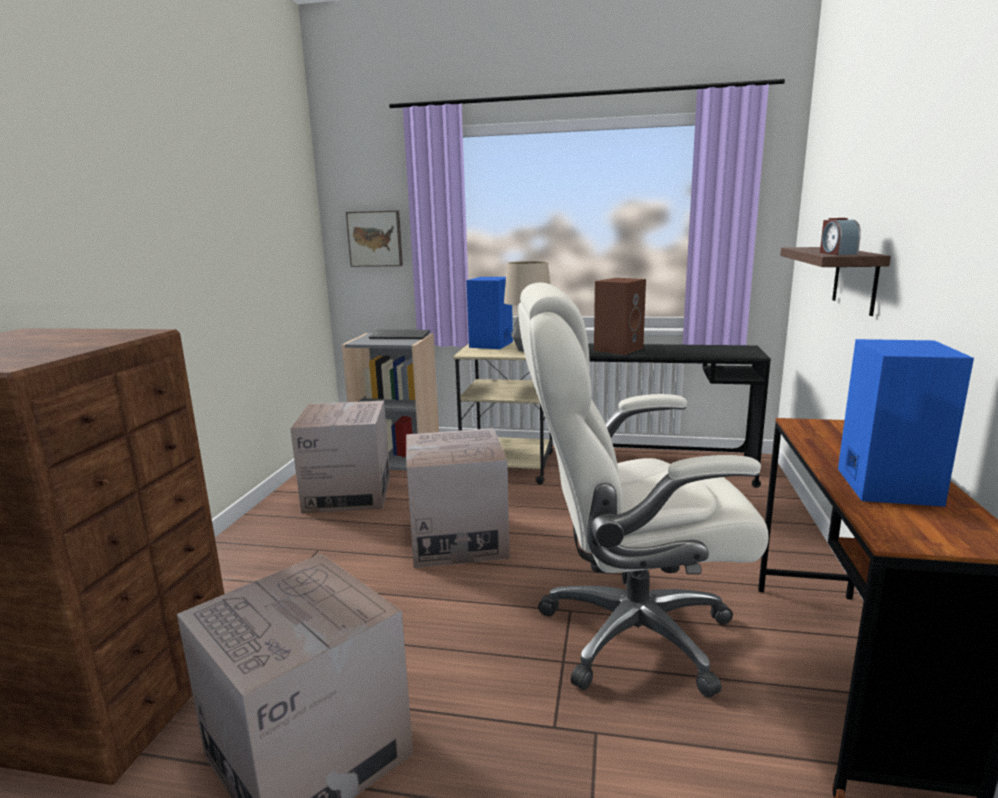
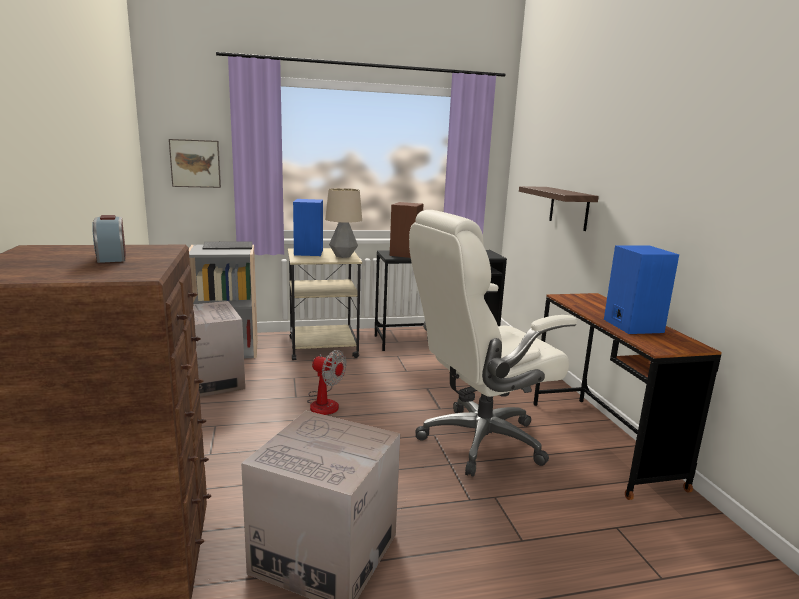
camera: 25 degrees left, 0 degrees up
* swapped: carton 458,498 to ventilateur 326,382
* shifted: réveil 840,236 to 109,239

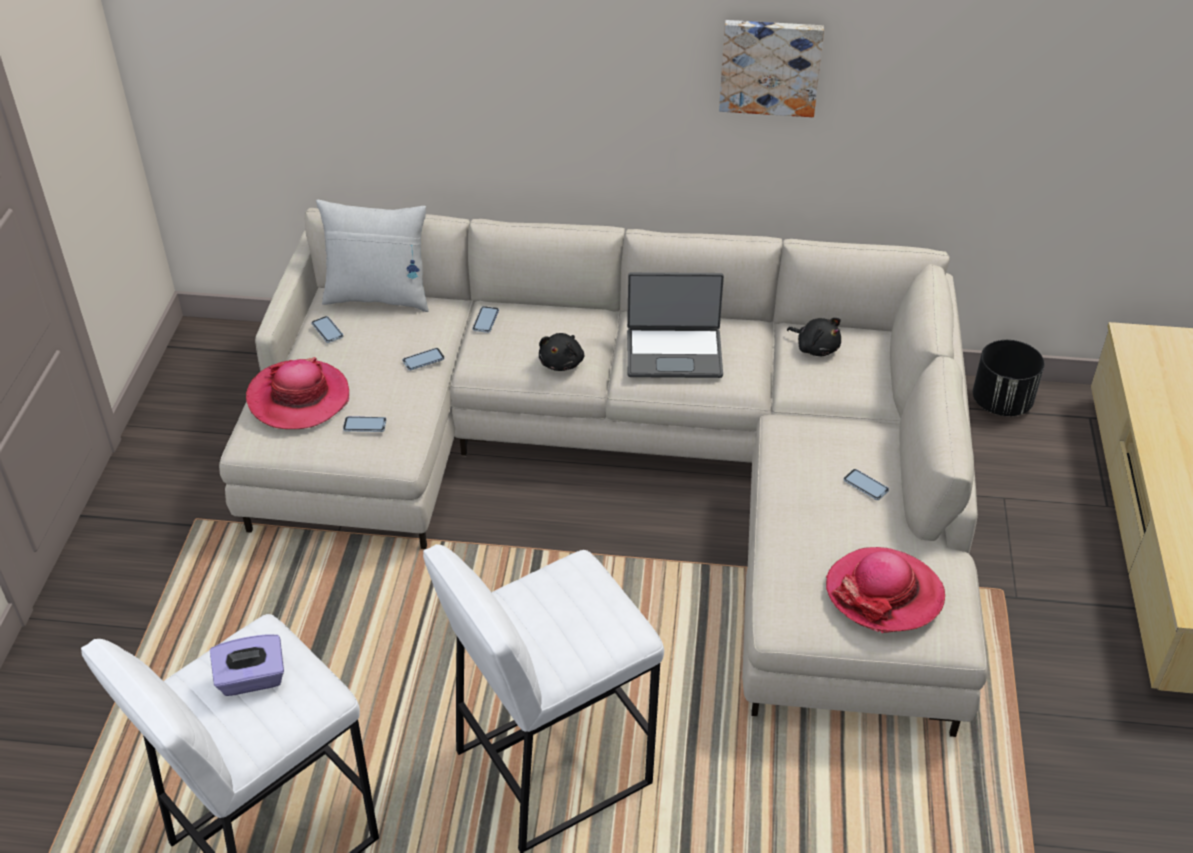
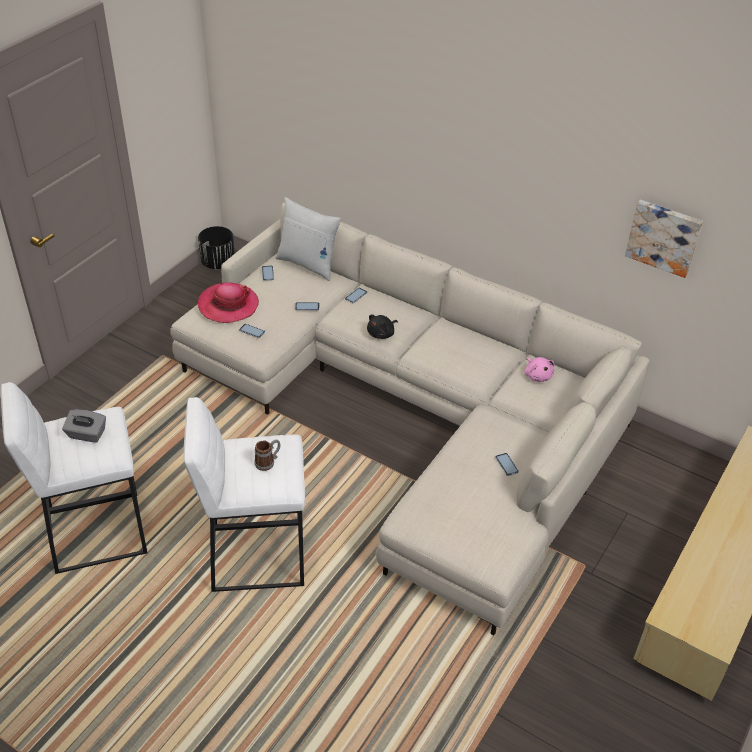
camera: 25 degrees right, 0 degrees up
* repainted: boîte à mouchoirs [violet] 247,665 to boîte à mouchoirs [gris] 84,426
* gone: ordinateur portable 675,325
* shifted: tableau 771,68 to 664,239
* repainted: peluche [noir] 814,337 to peluche [rose] 539,369
* gone: chapeau 885,590
* shifted: cache-pot [noir] 1008,378 to 216,247
* new: mug 267,455

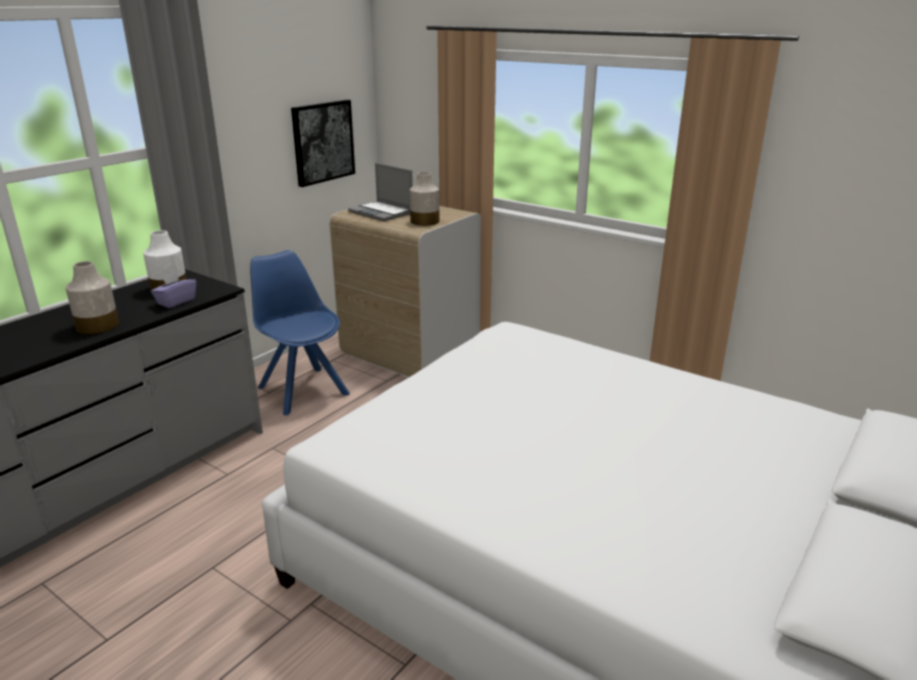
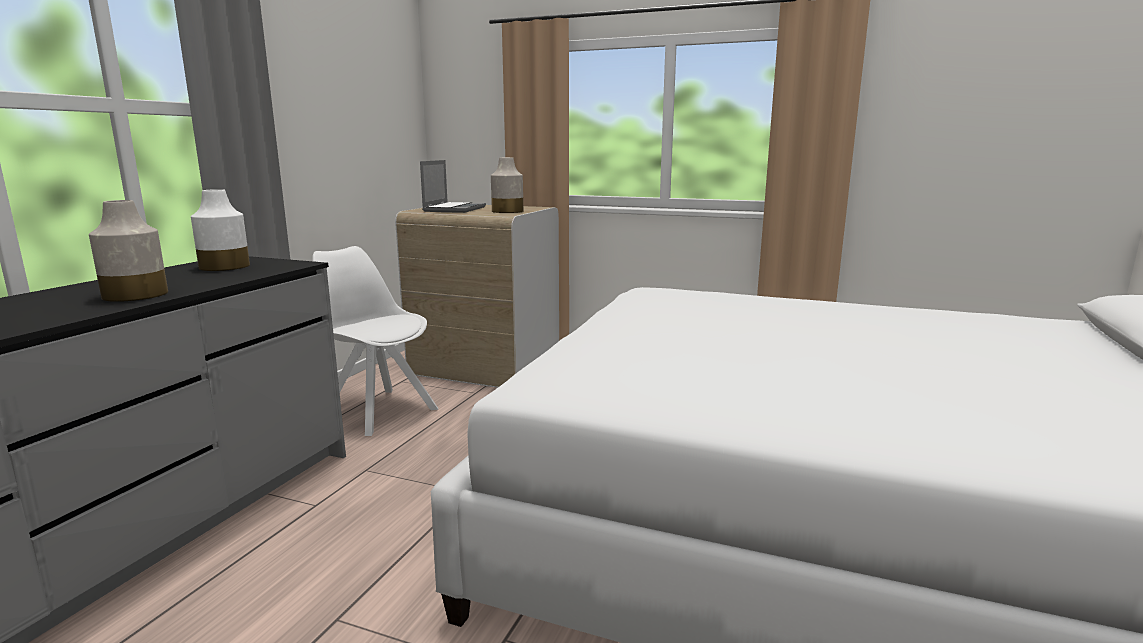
camera: 15 degrees left, 10 degrees down
* gone: boîte à mouchoirs [violet] 173,289
* repainted: chaise [bleu] 300,333 to chaise [blanc] 375,341
* gone: tableau 323,143
* rotated: ordinateur portable 380,192 = 453,186 105 degrees counterclockwise

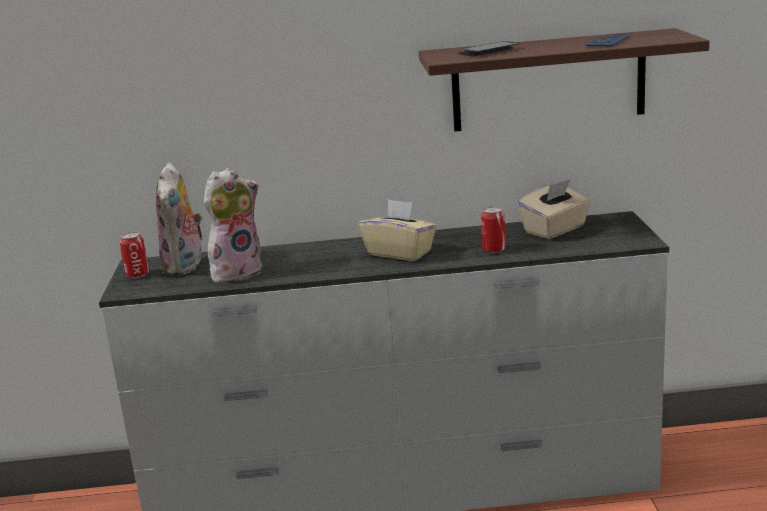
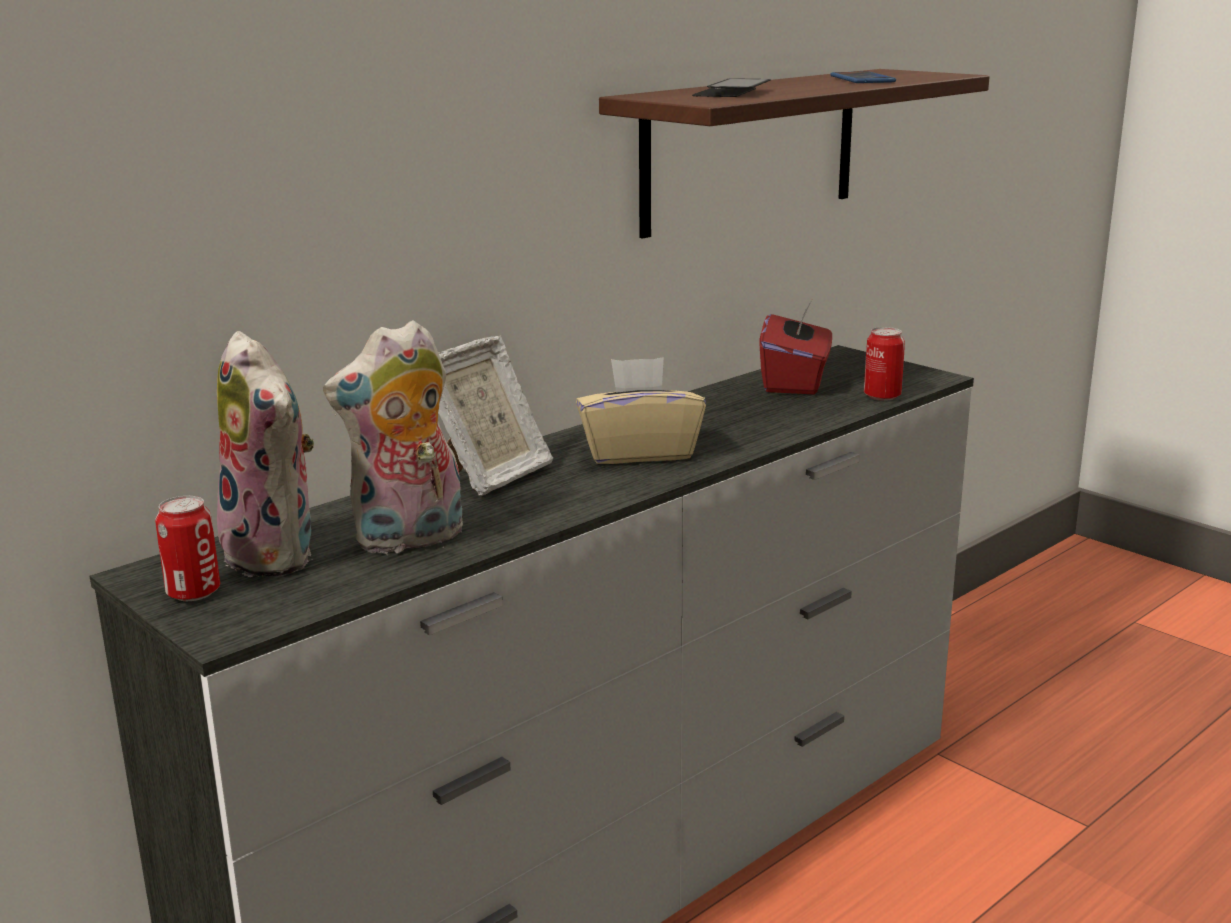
camera: 40 degrees left, 0 degrees up
* rotated: peluche 233,225 = 393,437 135 degrees counterclockwise
* shifted: boîte métallique 493,229 to 884,364
* repainted: boîte à mouchoirs [beige] 554,209 to boîte à mouchoirs [rouge] 796,347
* new: cadre photo 495,415

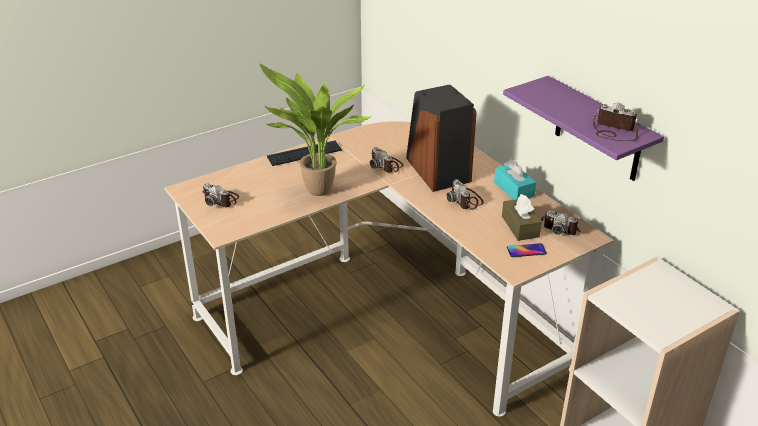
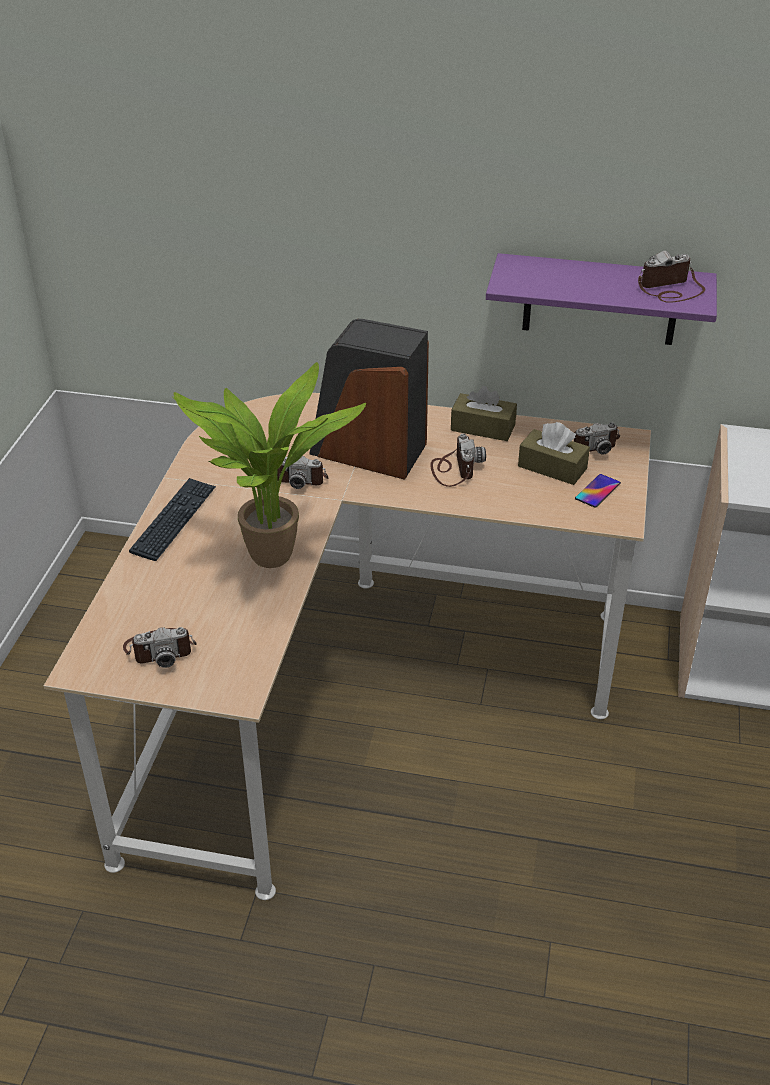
camera: 45 degrees left, 5 degrees up
* rotated: appareil photo 465,194 = 458,460 120 degrees counterclockwise
* repainted: boîte à mouchoirs [turquoise] 515,180 to boîte à mouchoirs [marron] 484,413

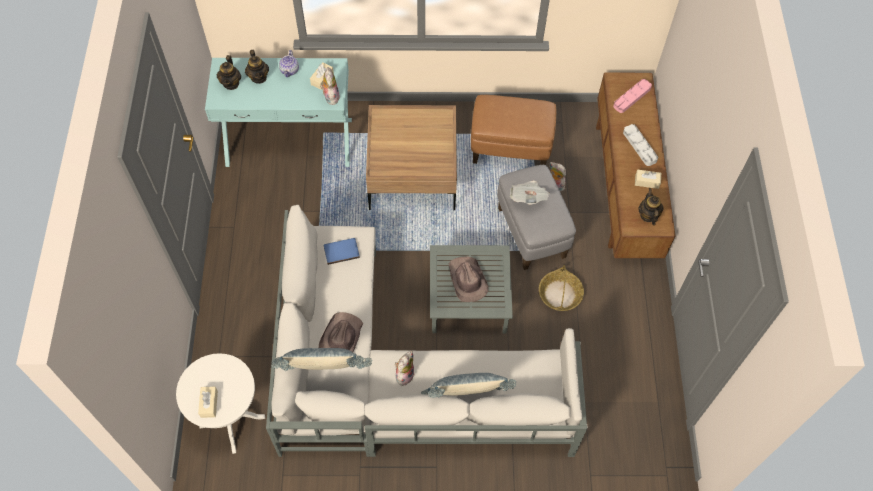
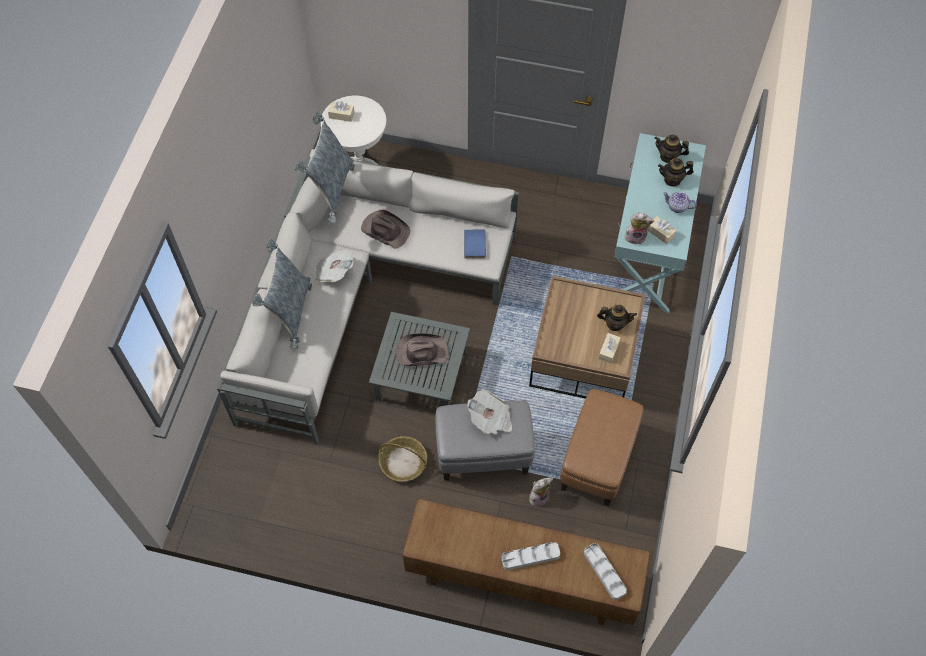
camera: 105 degrees right, 0 degrees up
* swapped: peluche 404,368 to journal 334,265
* repainted: plateau [rose] 632,96 to plateau [gris] 605,571
* shifted: boîte à mouchoirs [beige] 648,179 to 609,348
* shifted: théière 651,207 to 617,317

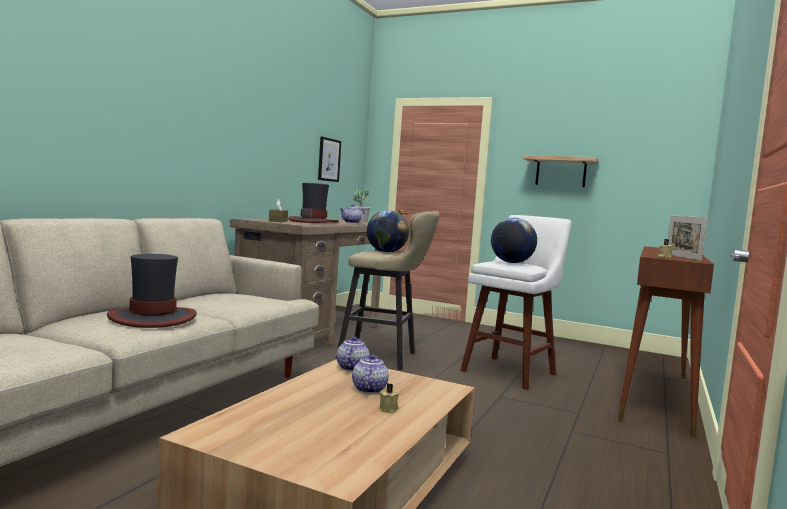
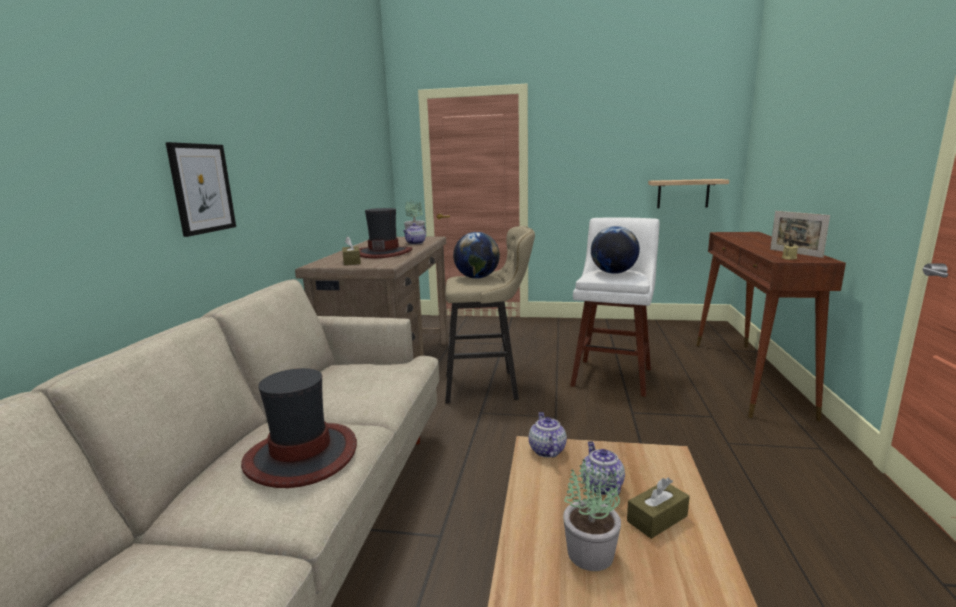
camera: 15 degrees left, 10 degrees up
* shifted: tableau 329,159 to 201,189
* swapped: bougie [beige] 389,398 to boîte à mouchoirs [marron] 658,508
* shifted: étagère 560,171 to 688,193
* new: plante en pot 592,515

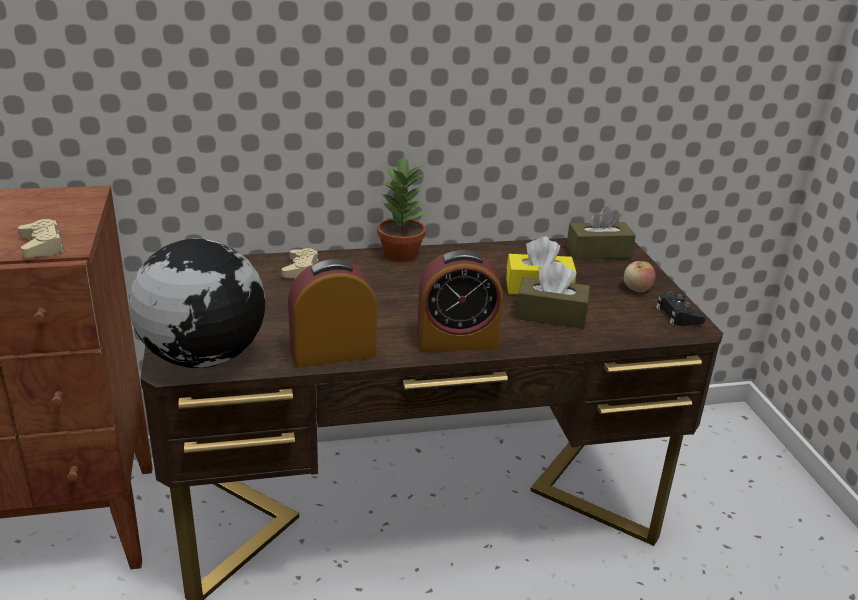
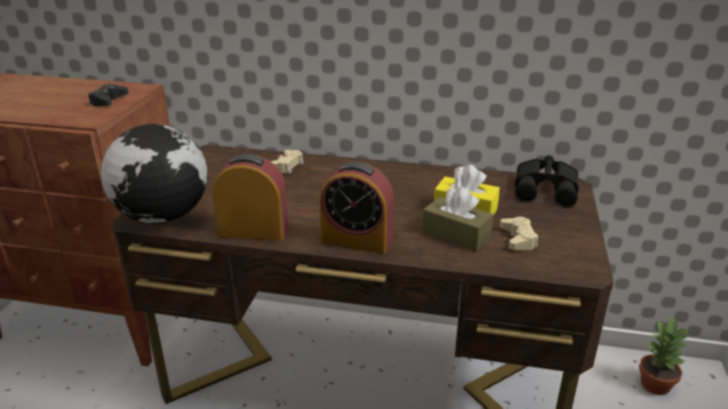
camera: 25 degrees right, 0 degrees up
* shifted: manette [beige] 41,238 to 519,233
* shifted: plante en pot 401,208 to 664,356
* swapped: boîte à mouchoirs [marron] 601,233 to jumelles [noir] 547,181
* gone: pomme 639,276
* shifted: manette [noir] 681,308 to 108,95

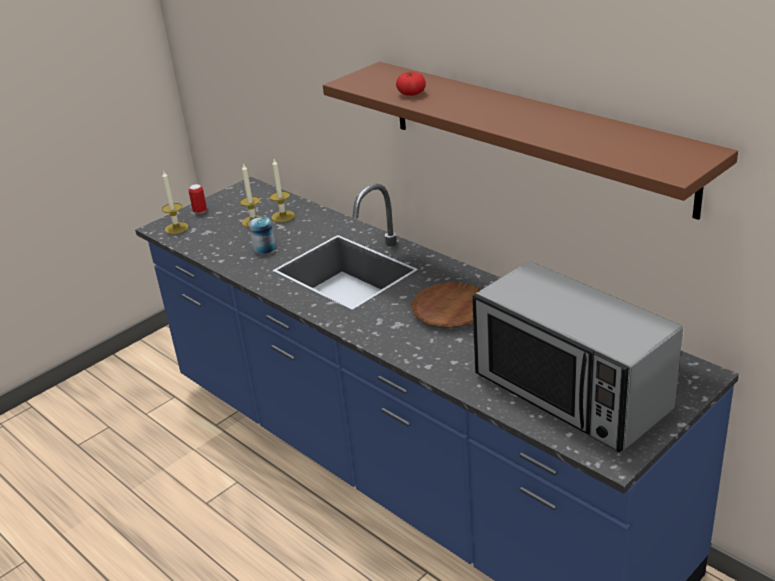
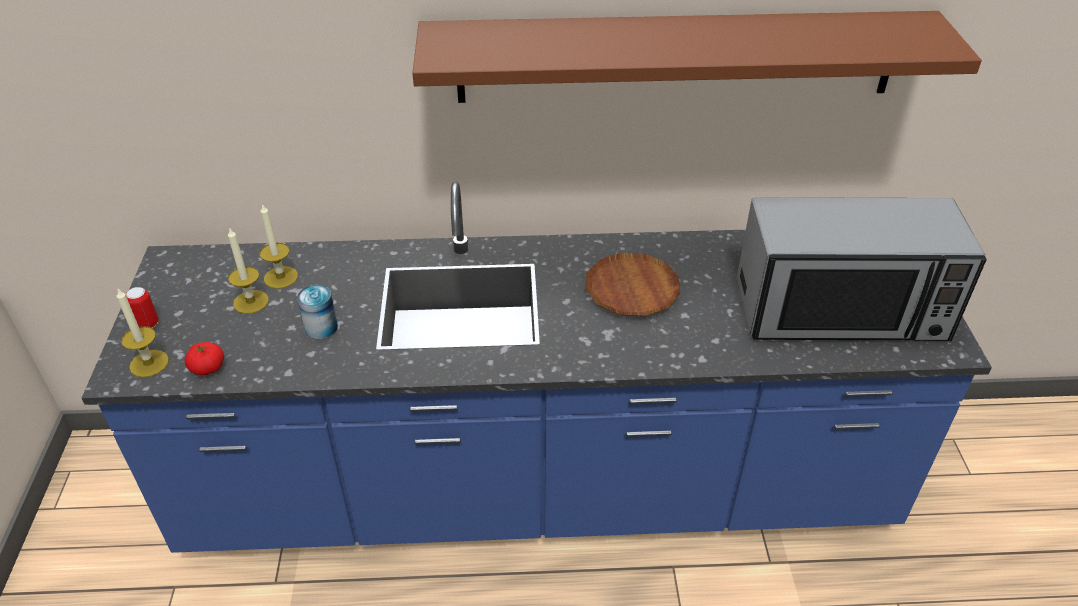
camera: 50 degrees left, 10 degrees up
* shifted: tomate 411,83 to 204,358

